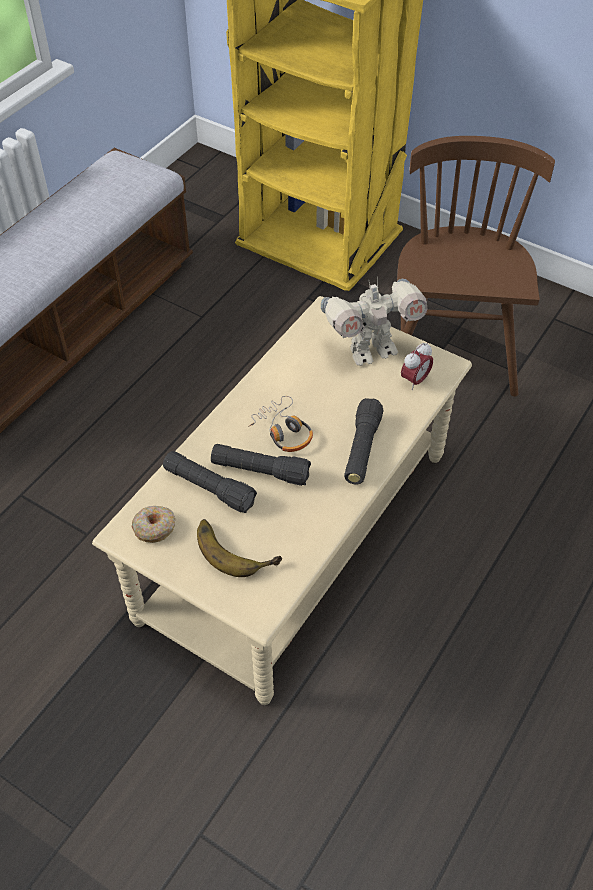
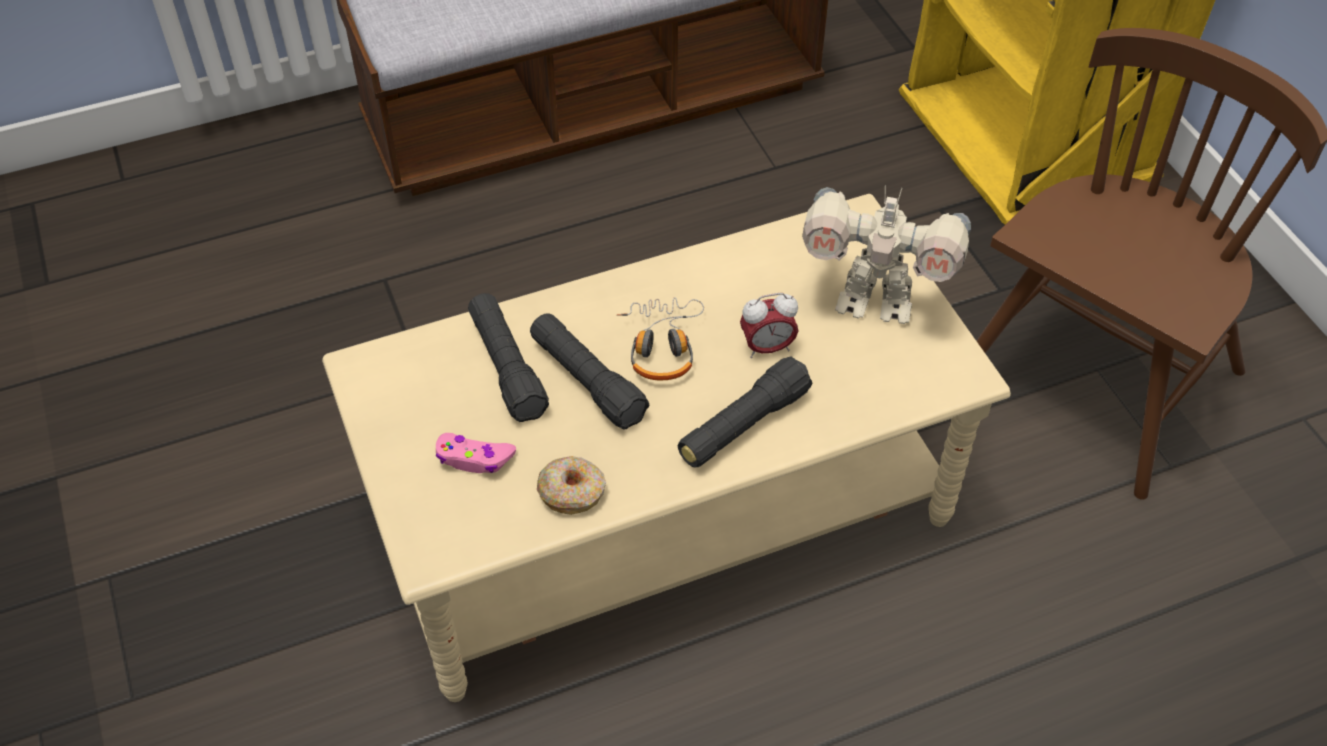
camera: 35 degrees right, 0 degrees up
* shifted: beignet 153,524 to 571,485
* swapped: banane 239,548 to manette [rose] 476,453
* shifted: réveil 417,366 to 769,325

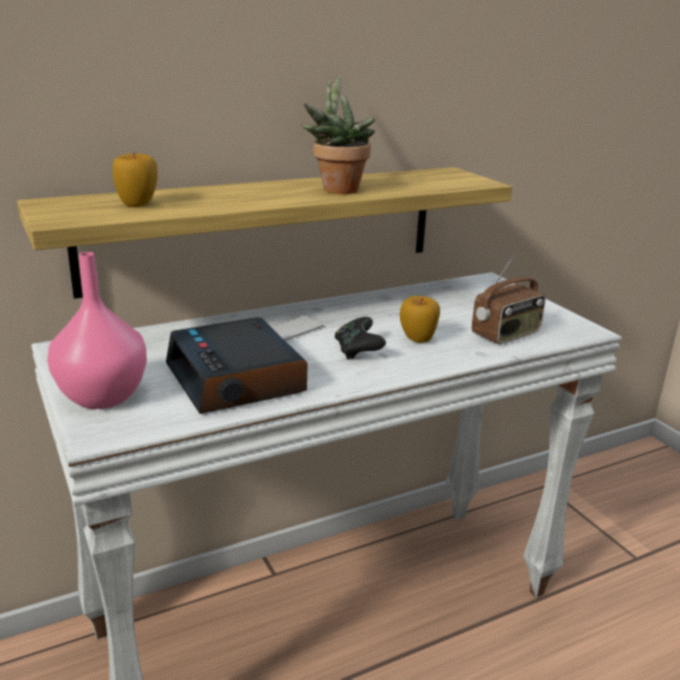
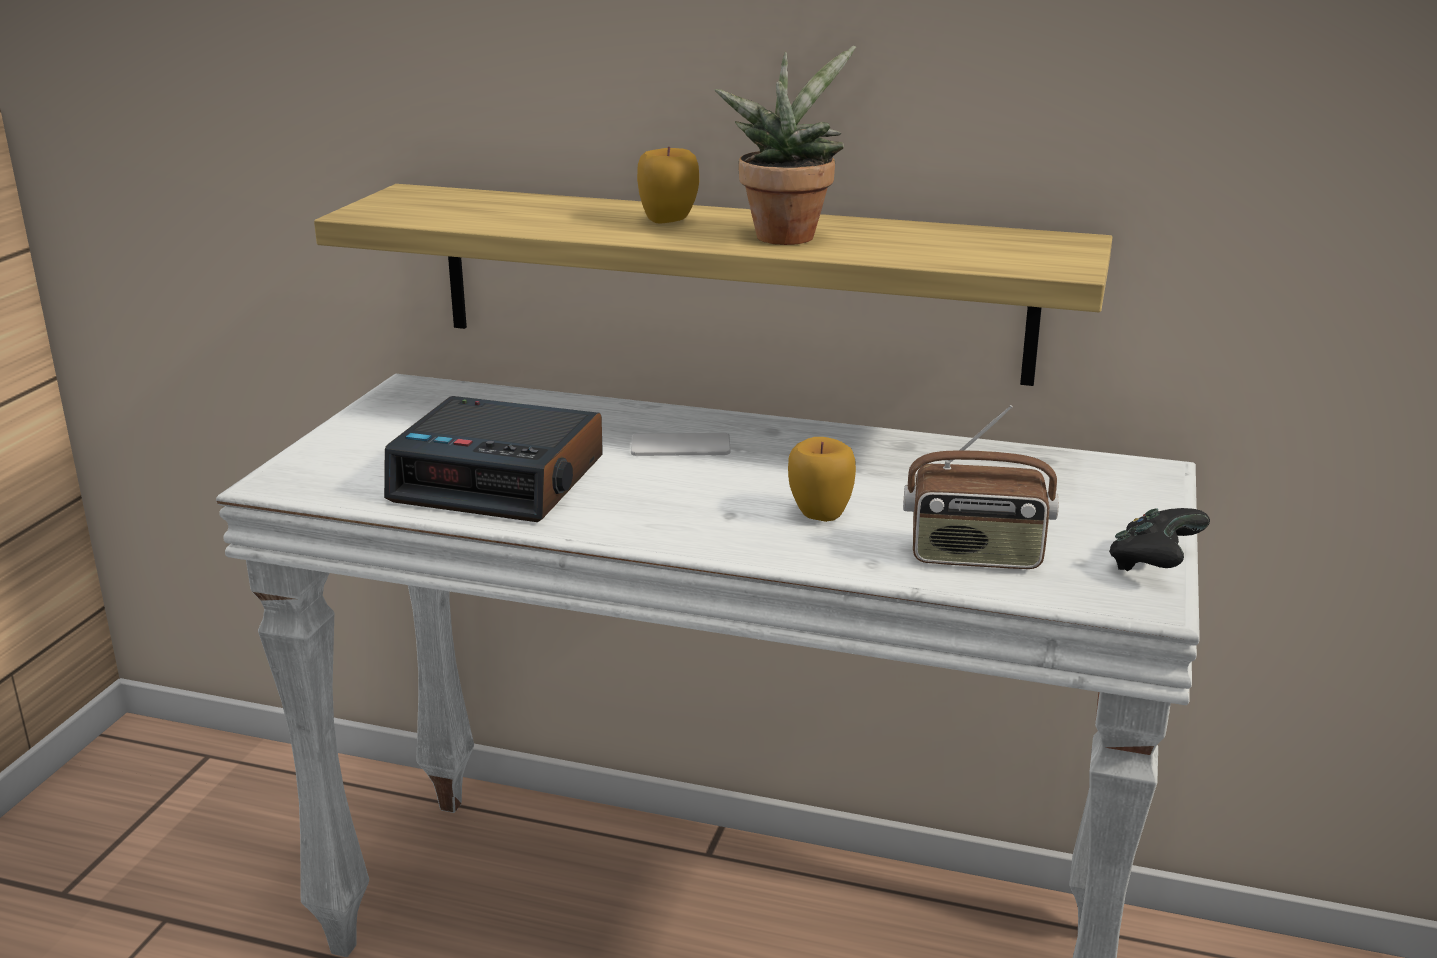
camera: 45 degrees right, 0 degrees up
* gone: vase [rose] 97,330
* shifted: pomme 135,180 to 668,185
* rotated: réveil 237,365 = 493,459 90 degrees counterclockwise
* shifted: manette [noir] 360,338 to 1159,539

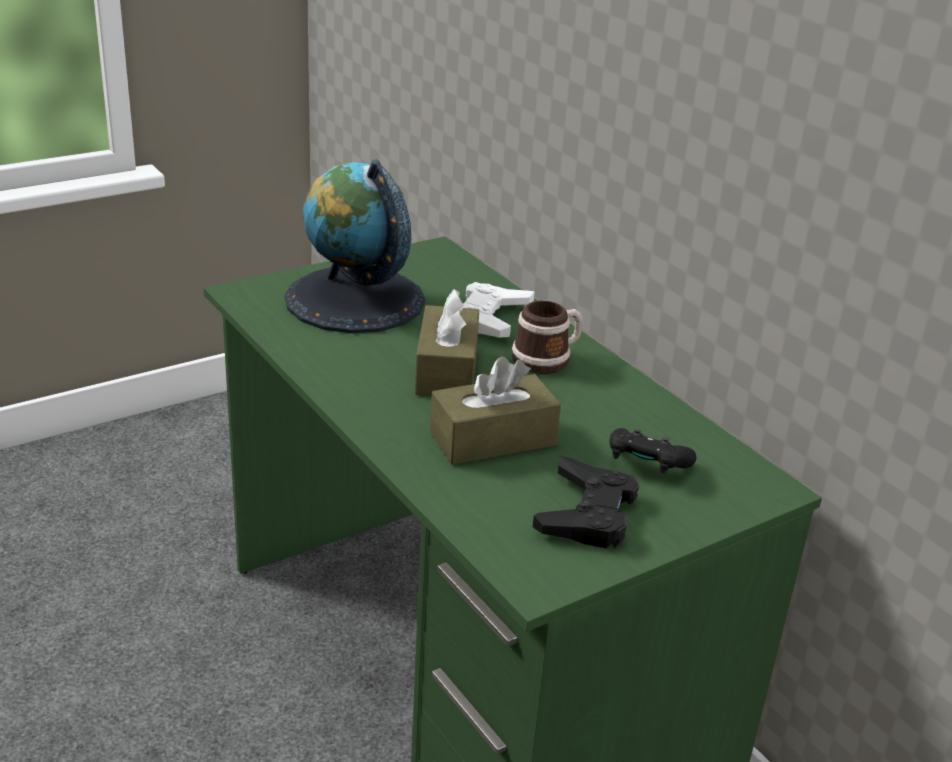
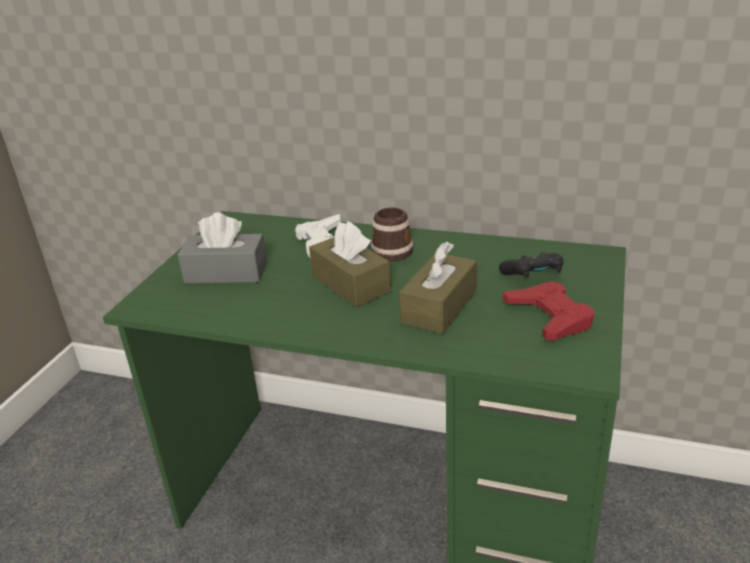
camera: 35 degrees left, 0 degrees up
* swapped: globe 355,246 to boîte à mouchoirs [gris] 222,248
* repainted: manette [noir] 586,502 to manette [rouge] 549,310

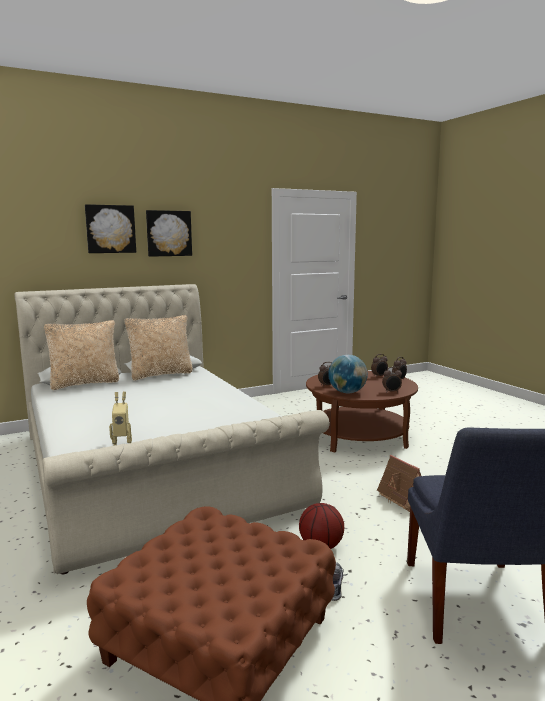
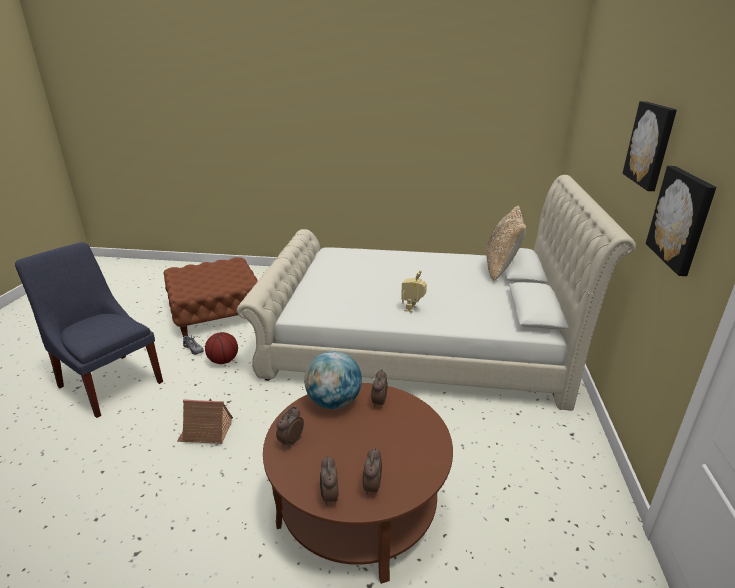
camera: 125 degrees right, 15 degrees up
* shifted: tableau 110,228 to 681,221
* shifted: robot jouet 120,419 to 414,291
* gone: coussin [beige] 158,348

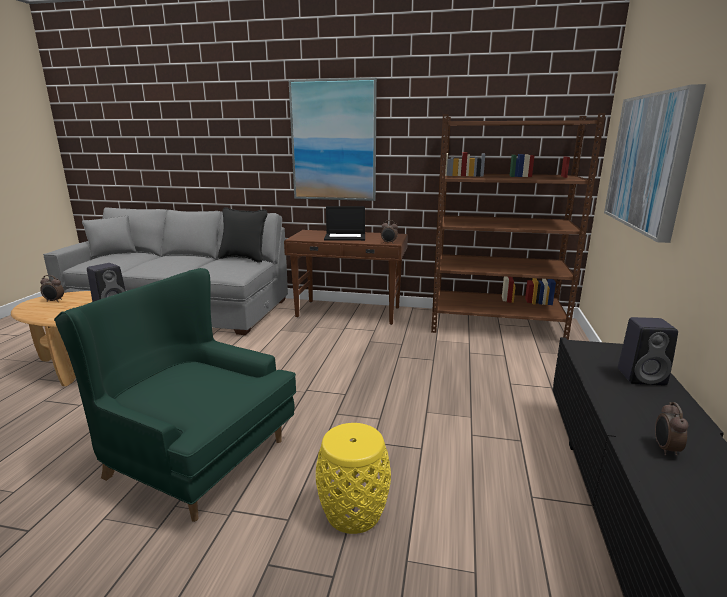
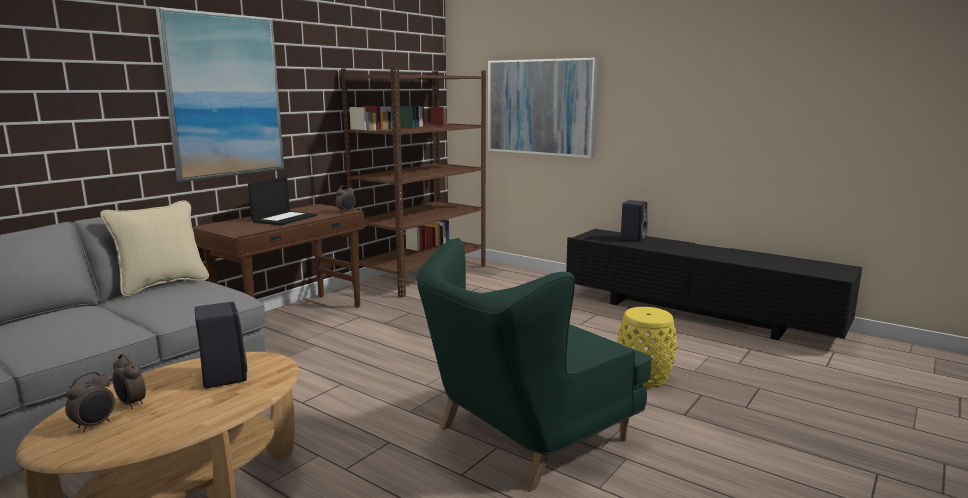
camera: 65 degrees left, 5 degrees down
* repainted: coussin [noir] 243,235 to coussin [beige] 154,248
* shifted: réveil 671,429 to 129,381

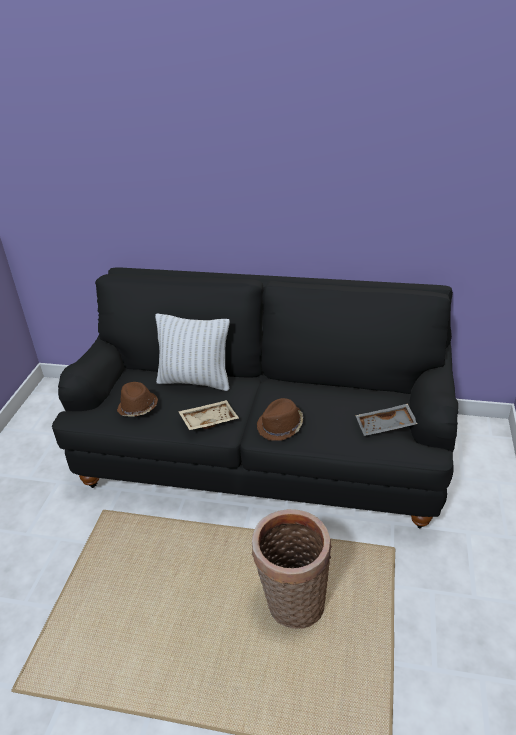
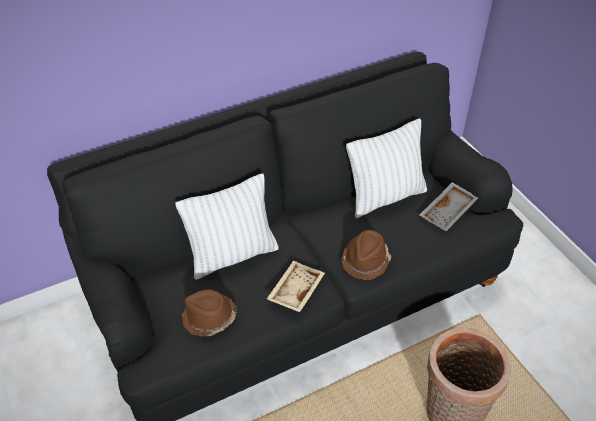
camera: 40 degrees left, 10 degrees up
* new: coussin [blanc] 386,168

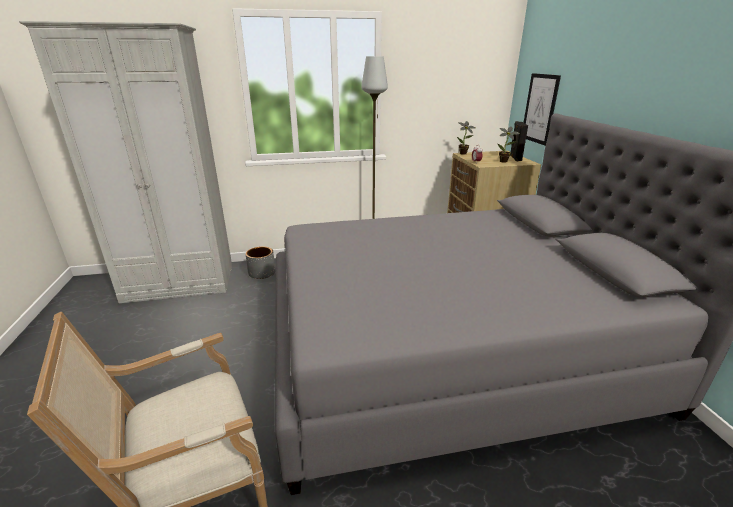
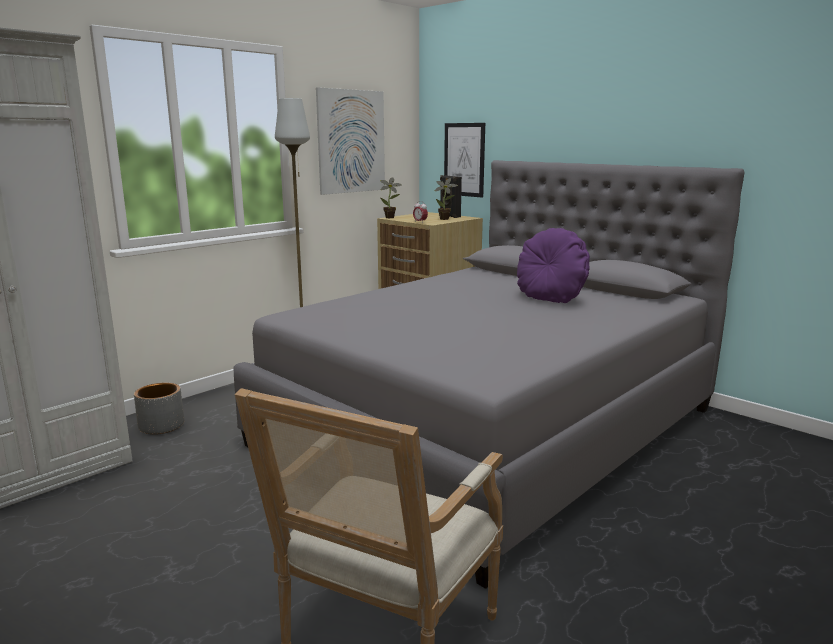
camera: 35 degrees left, 10 degrees down
* new: tableau 350,141
* new: coussin [violet] 553,265

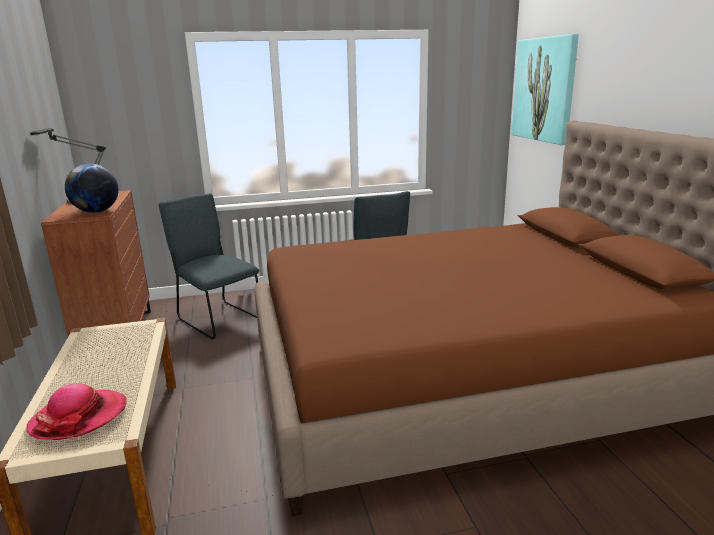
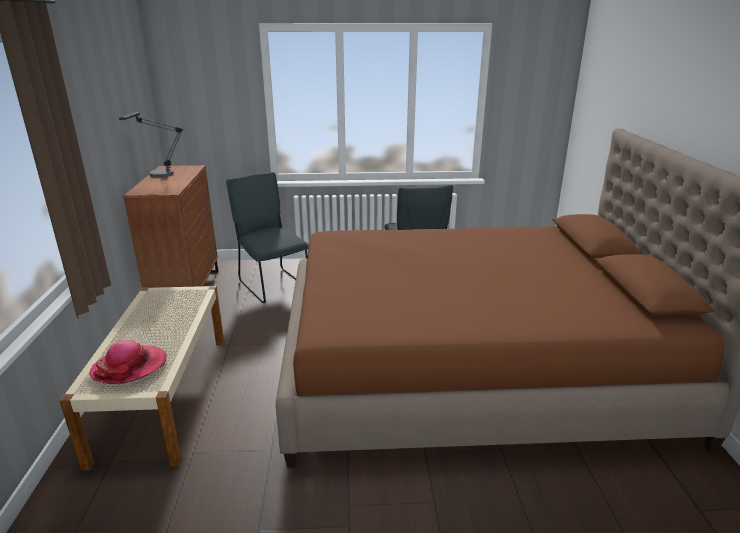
camera: 10 degrees right, 5 degrees up
* gone: globe 92,188
* gone: tableau 545,89

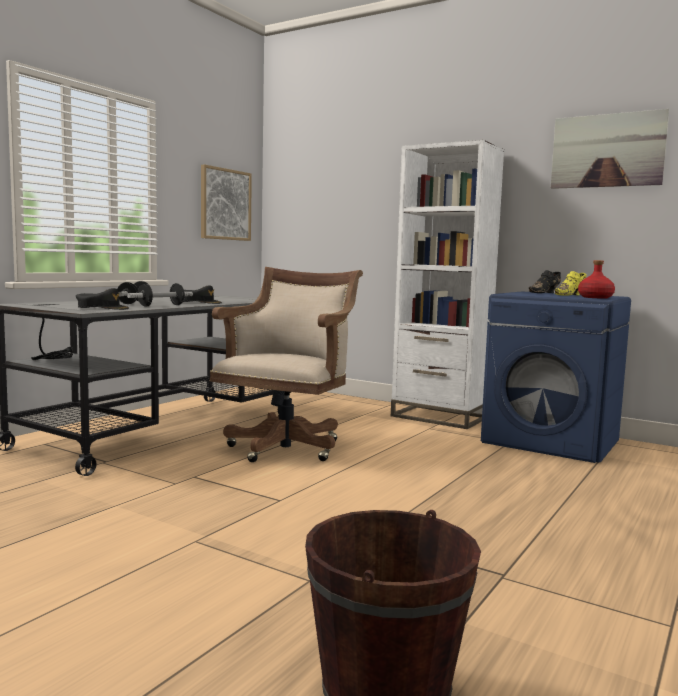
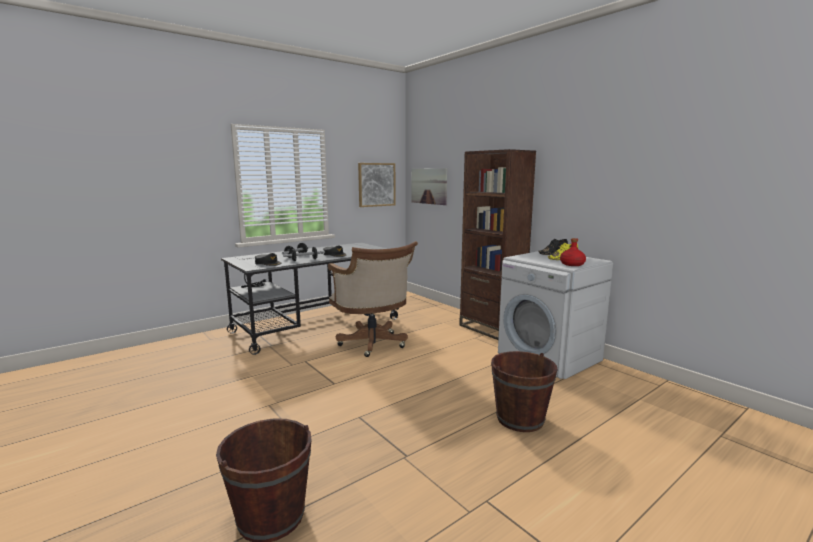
camera: 20 degrees right, 5 degrees up
* rotated: chaise de bureau 286,364 = 373,299 105 degrees clockwise
* repainted: bibliothèque [blanc] 447,284 to bibliothèque [marron] 497,244
* repainted: lave-linge [bleu] 556,377 to lave-linge [blanc] 555,315
* shifted: tableau 610,149 to 429,186
* new: seau [marron] 524,391

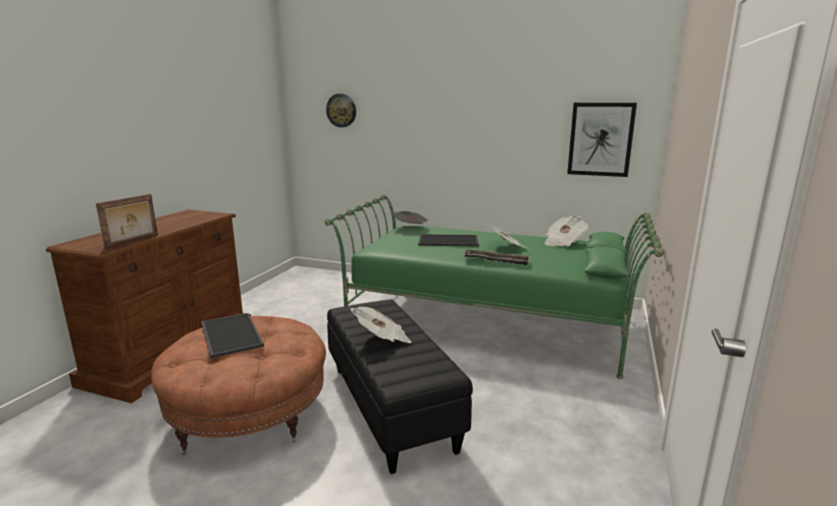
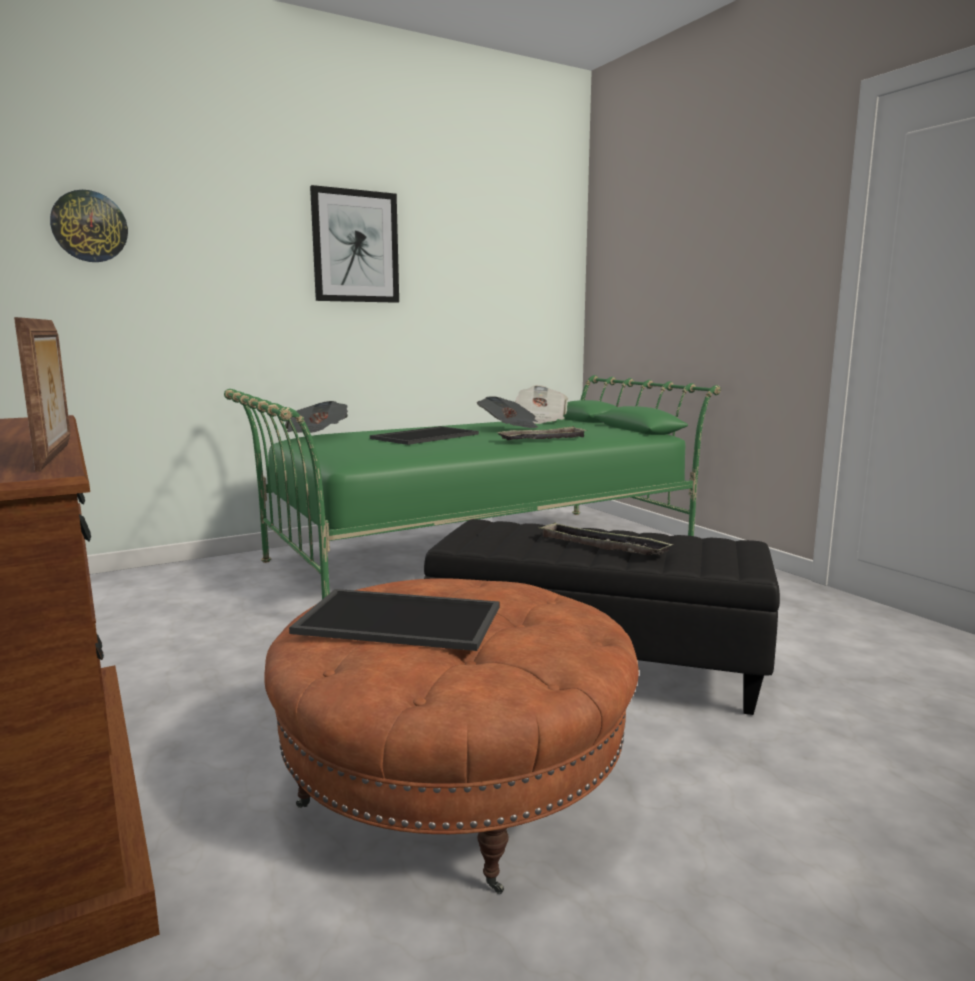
camera: 50 degrees left, 5 degrees down
* swapped: journal 381,325 to plateau 605,538
* shifted: tableau 602,140 to 354,244

